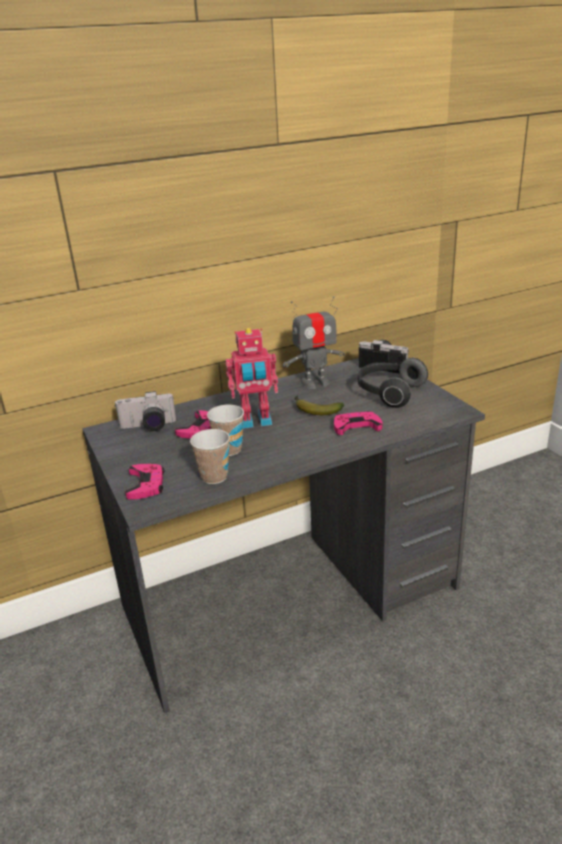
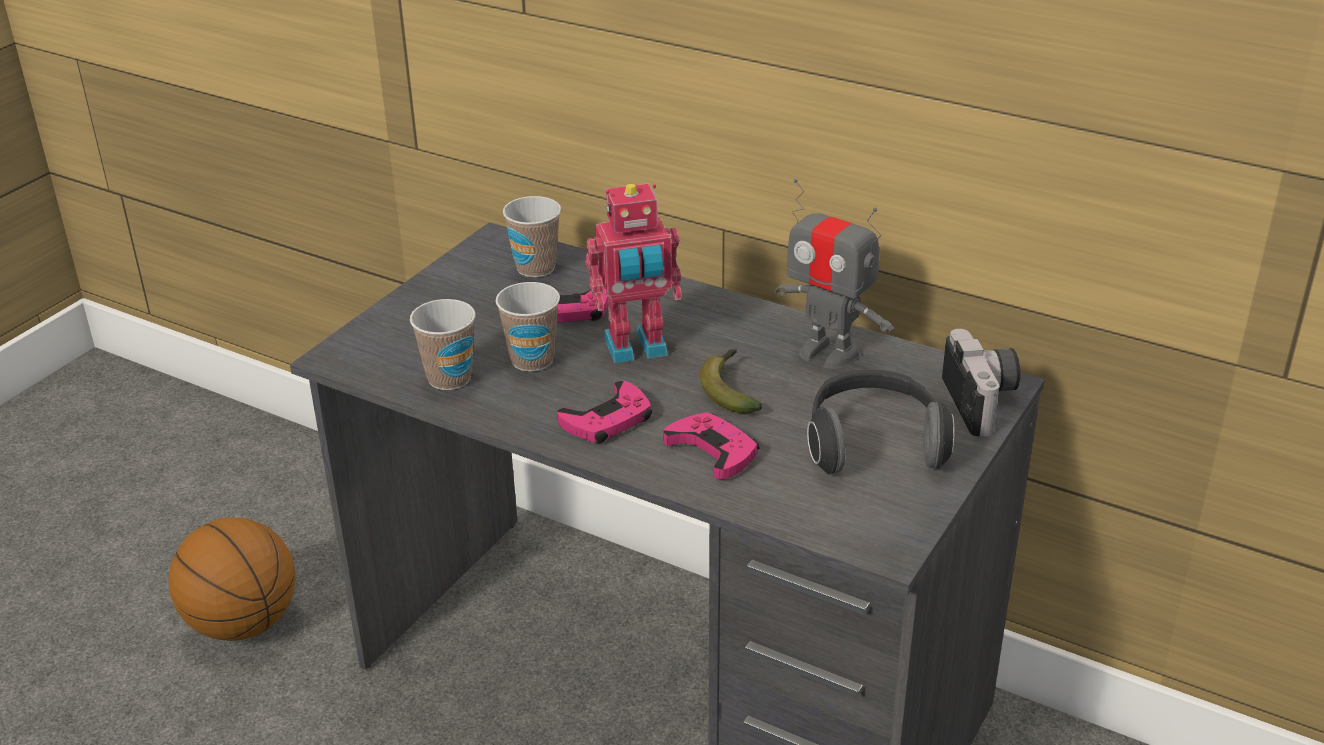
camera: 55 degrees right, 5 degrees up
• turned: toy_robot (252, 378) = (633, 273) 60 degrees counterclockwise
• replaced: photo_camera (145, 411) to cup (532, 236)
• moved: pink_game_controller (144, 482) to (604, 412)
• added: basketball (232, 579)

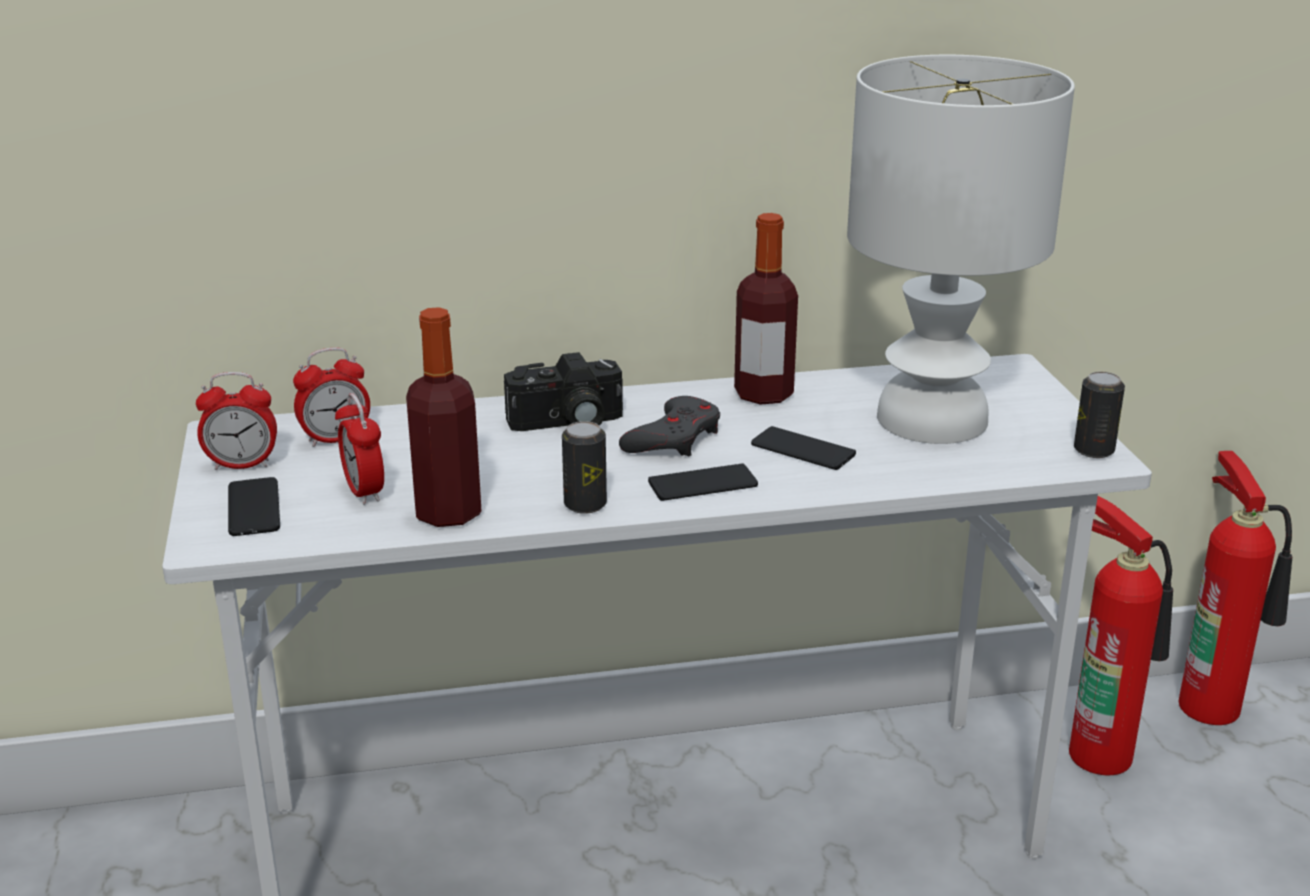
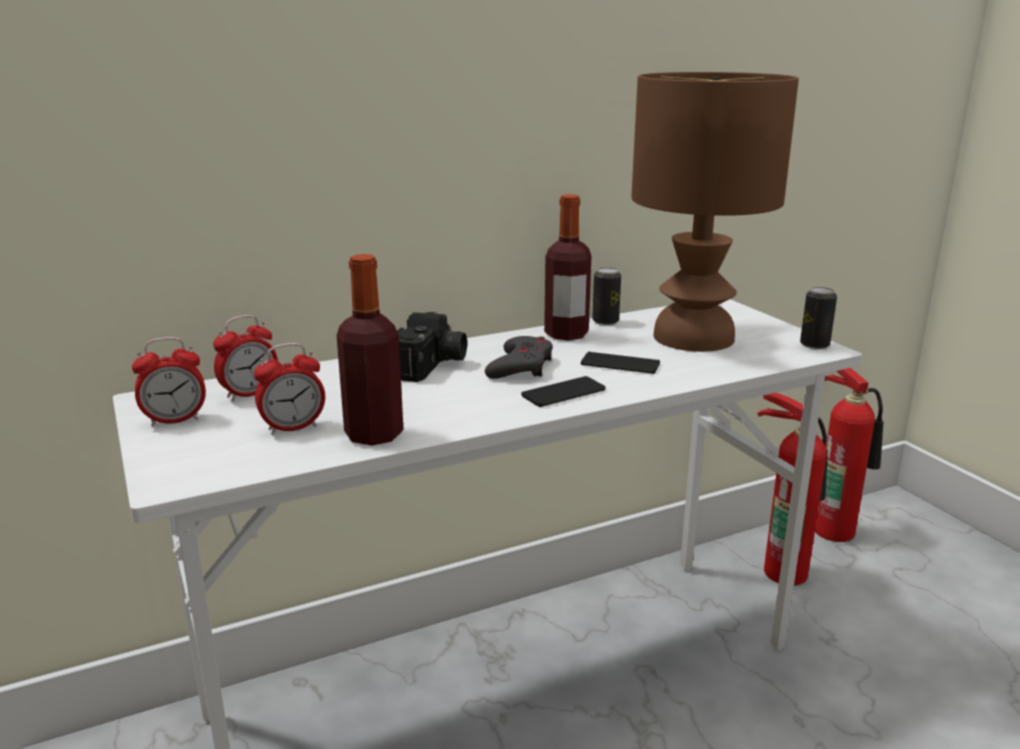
camera: 15 degrees left, 5 degrees down
• recoloured: white_table_lamp (961, 249) to brown_table_lamp (715, 212)
• turned: photo_camera (563, 391) = (432, 347) 45 degrees counterclockwise
• turned: alarm_clock (359, 449) = (289, 389) 75 degrees counterclockwise
• moved: can (584, 467) to (606, 296)
• removed: phone (254, 506)

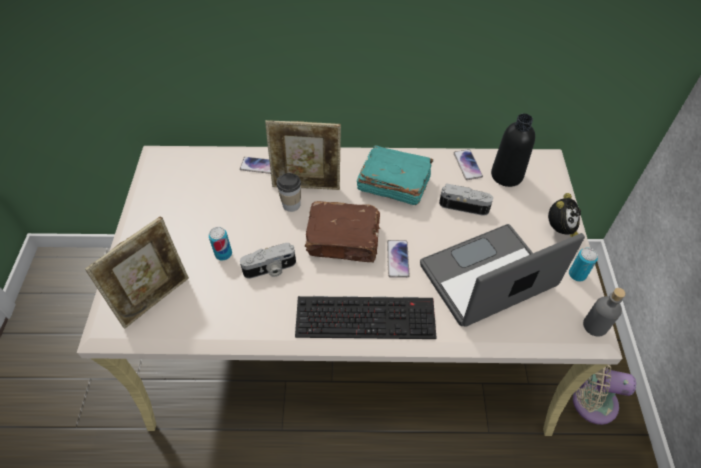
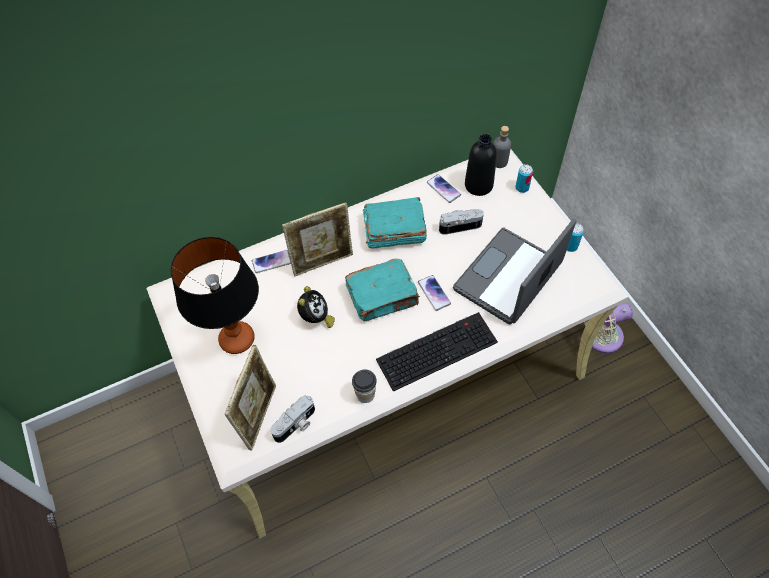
camera: 25 degrees left, 5 degrees up
• moved: cup (289, 192) to (364, 386)
• moved: alarm_clock (564, 215) to (316, 307)
• recoloured: brown_book (343, 232) to turquoise_book (382, 290)
• moved: can (220, 243) to (524, 178)
• moved: photo_camera (268, 261) to (292, 419)
• moved: grey_bottle (604, 312) to (502, 147)
• added: table_lamp (214, 295)

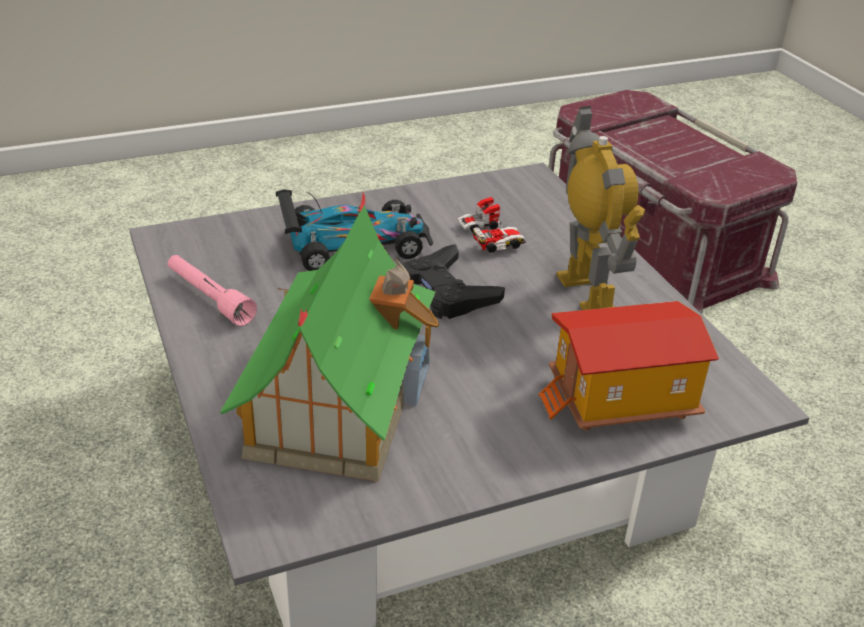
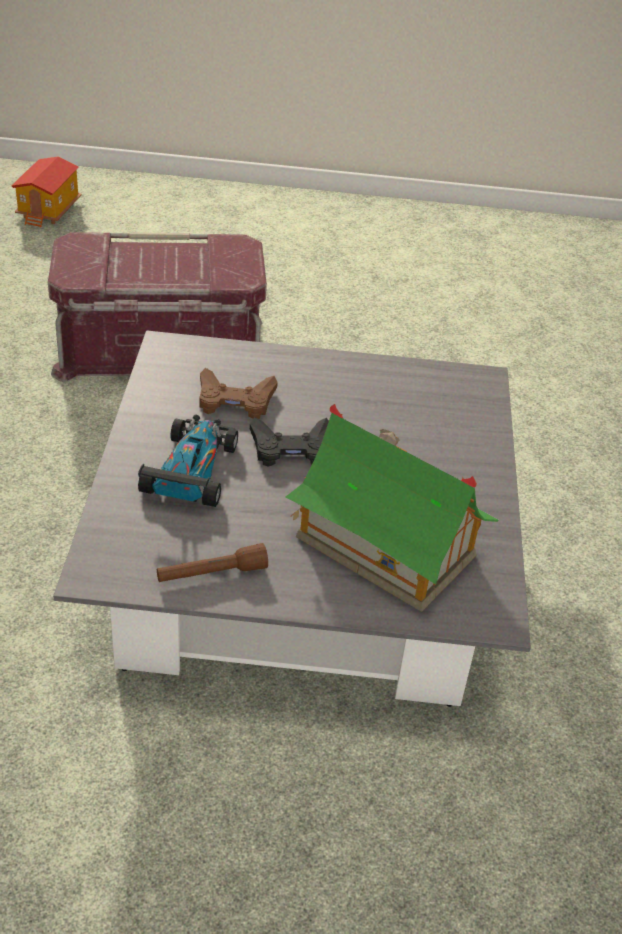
camera: 65 degrees left, 5 degrees up
• removed: toy_robot (600, 208)
• replaced: toy_car (491, 225) to brown_game_controller (238, 393)
• recoloured: pink_flashlight (212, 290) to brown_flashlight (212, 562)
• moved: toy_house (628, 366) to (46, 192)

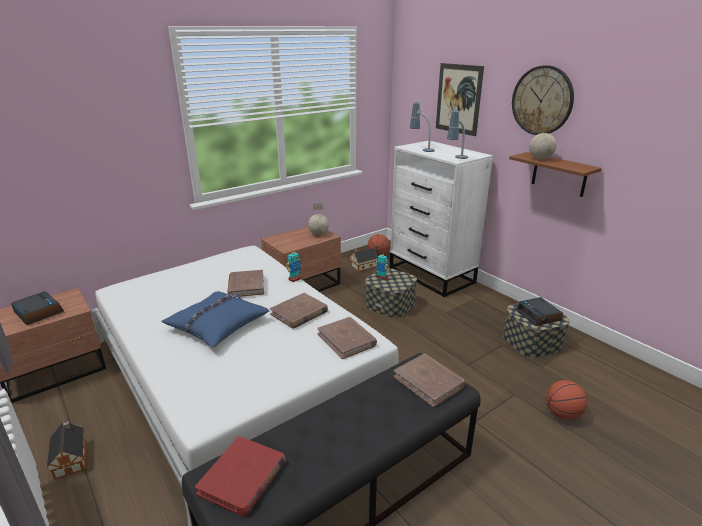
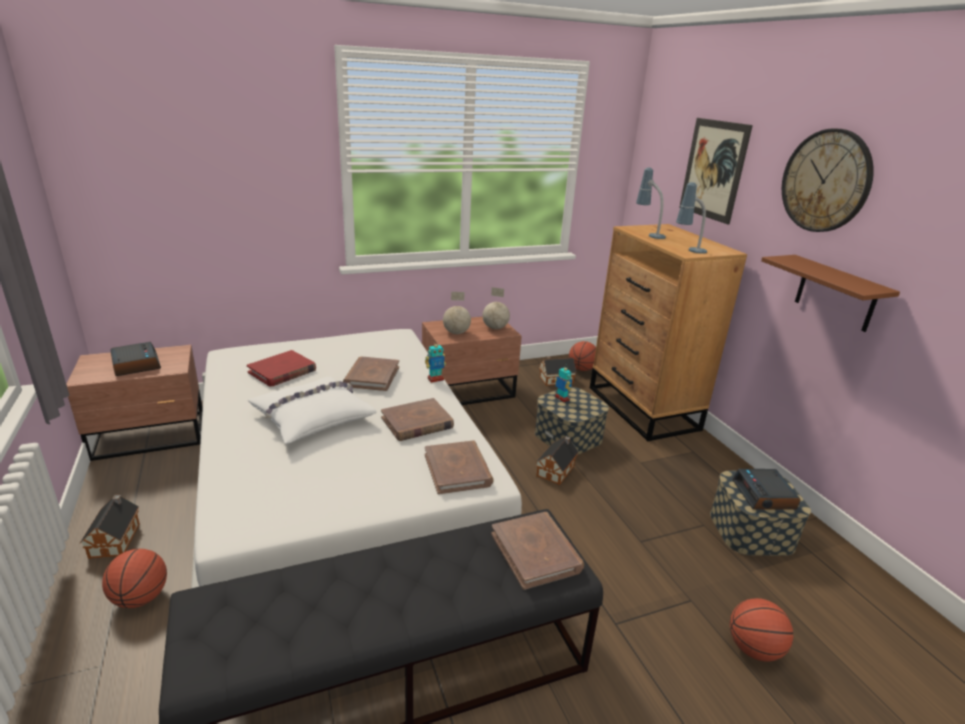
camera: 15 degrees right, 0 degrees up
• moved: globe (543, 138) to (457, 313)
• recoloured: white_dresser (441, 219) to brown_dresser (668, 332)
• recoloured: blue_pillow (215, 319) to white_pillow (312, 410)
• moved: red_book (240, 476) to (281, 368)
• added: toy_house (557, 460)
• added: basketball (134, 578)

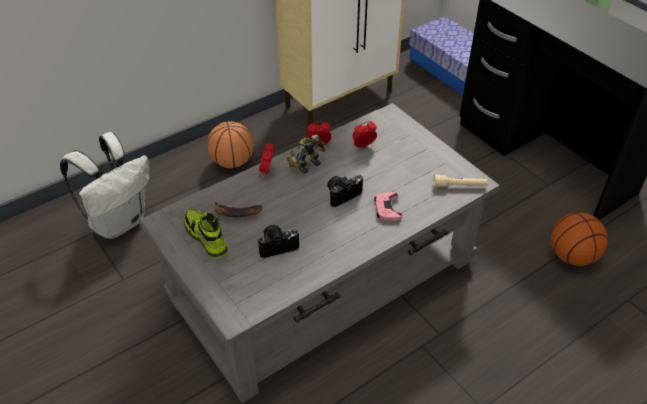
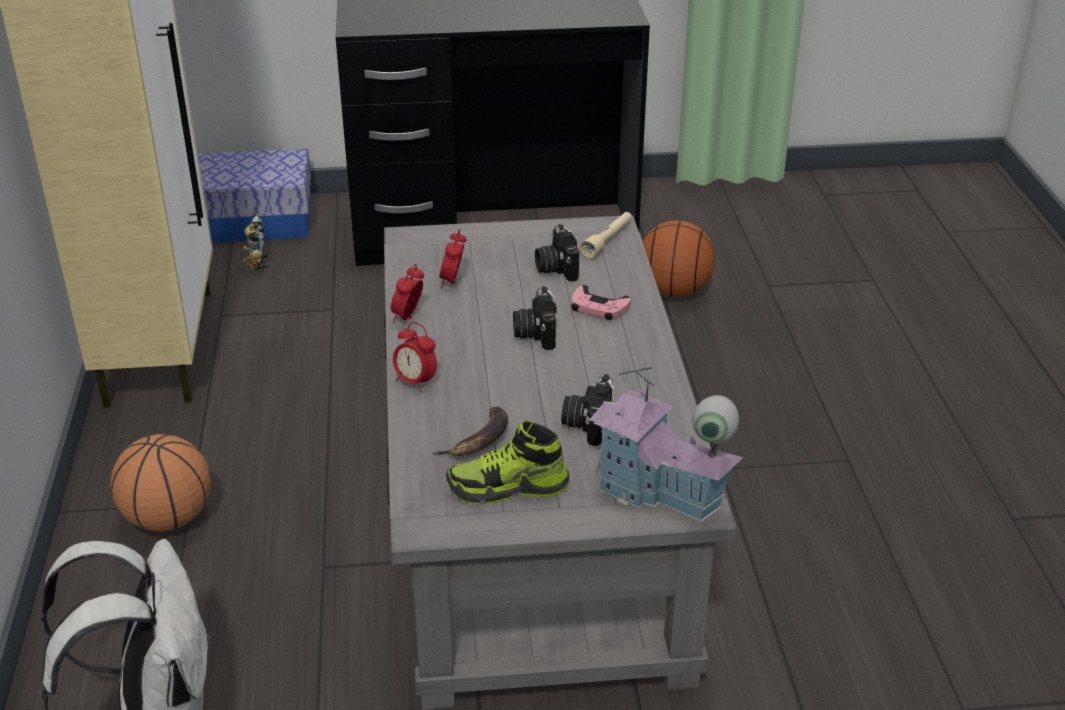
camera: 60 degrees left, 10 degrees down
• moved: toy_robot (306, 154) to (255, 242)
• added: photo_camera (557, 253)
• added: toy_house (666, 443)

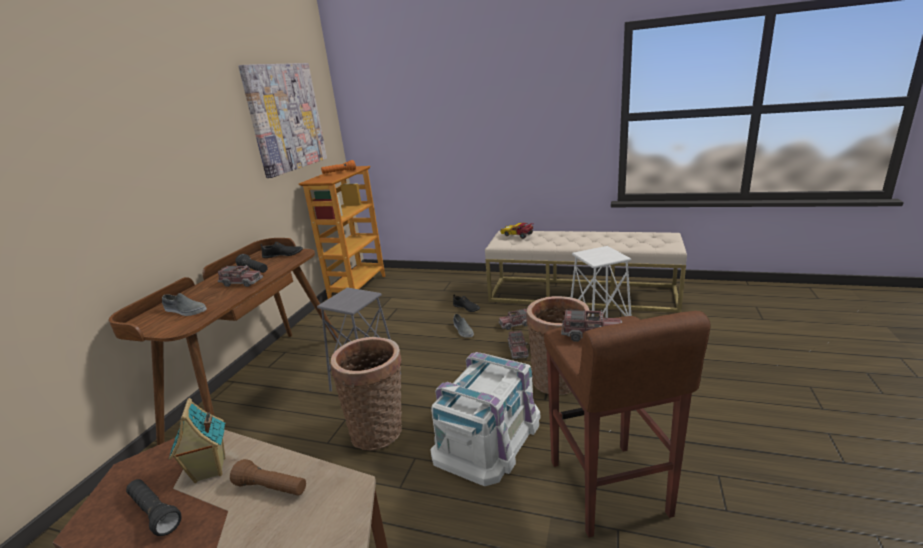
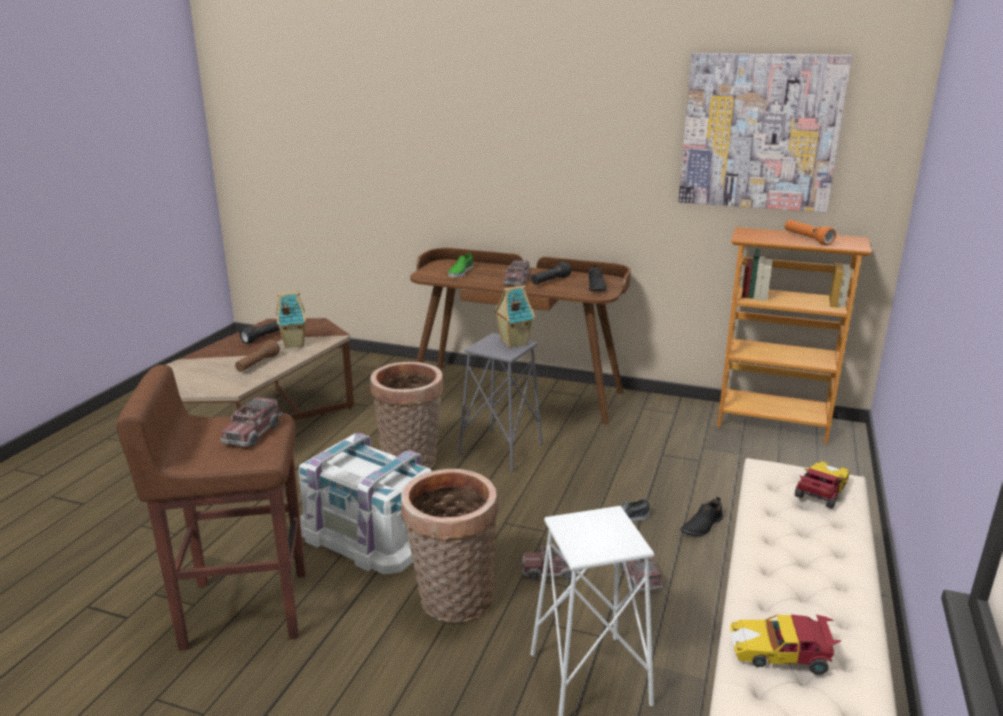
camera: 90 degrees right, 0 degrees up
• recoloured: grey_shoe (184, 304) to green_shoe (460, 265)
• added: toy_house (514, 316)
• added: toy_car (786, 645)

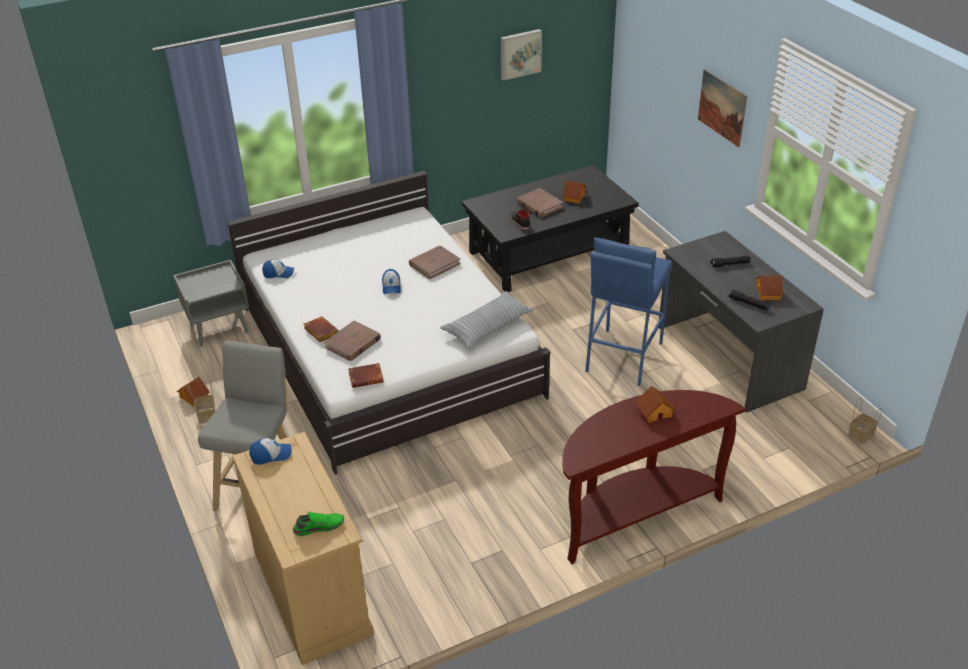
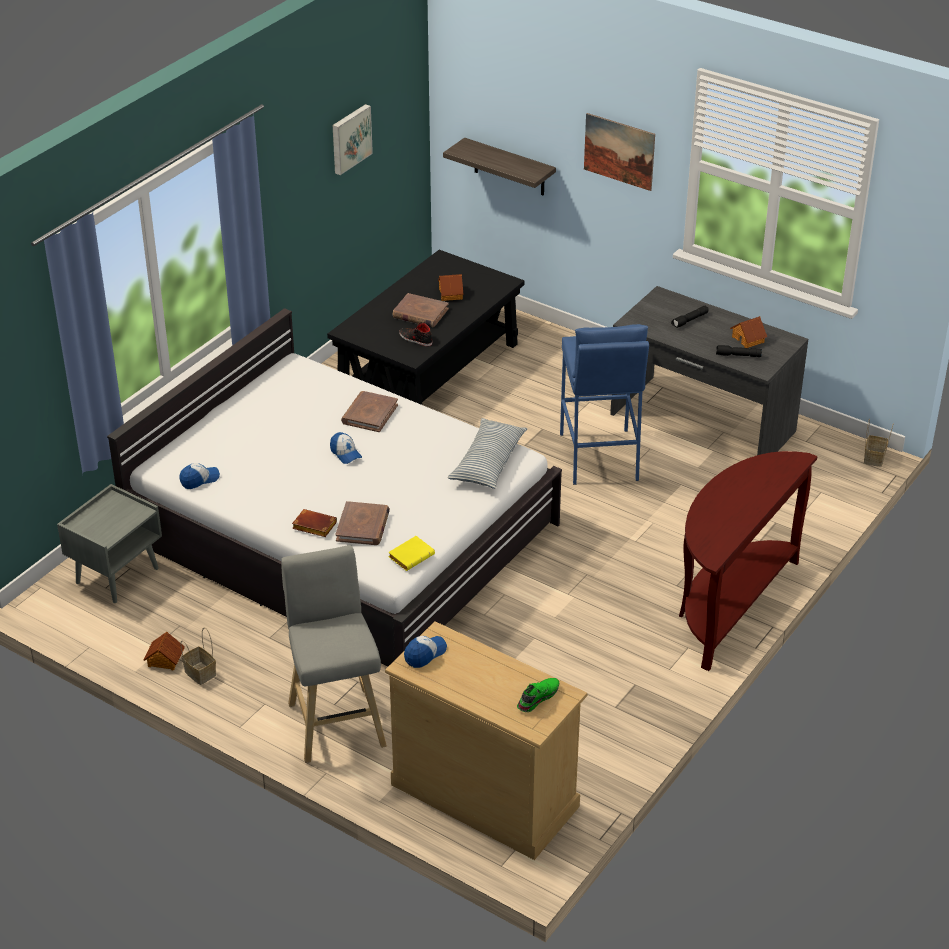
camera: 30 degrees left, 0 degrees up
• recoloured: brown_book (366, 375) to yellow_book (411, 553)
• removed: toy_house (656, 404)
• added: shelf (499, 166)

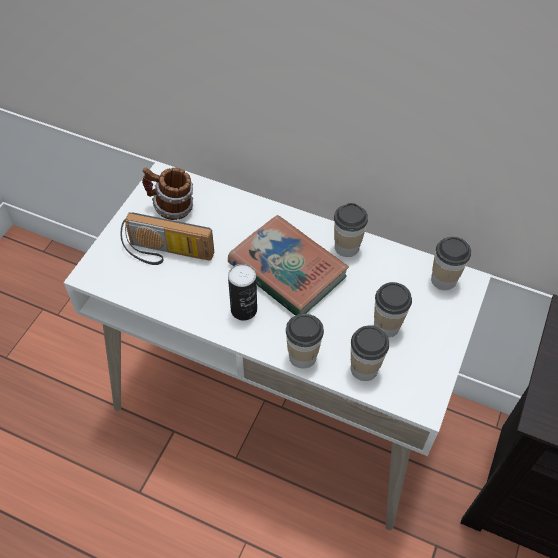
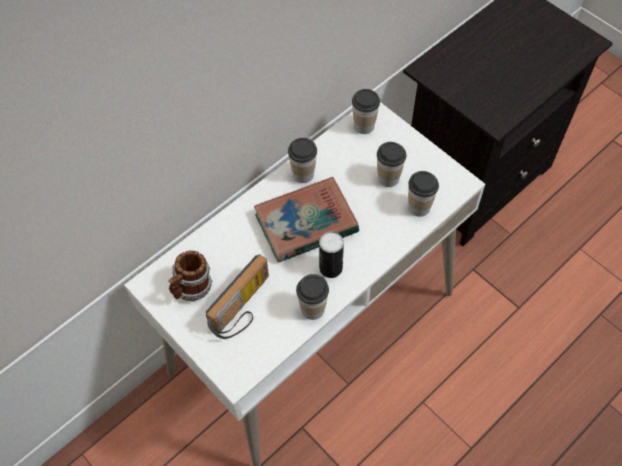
camera: 65 degrees left, 5 degrees up
• moved: cup (305, 341) to (312, 297)

